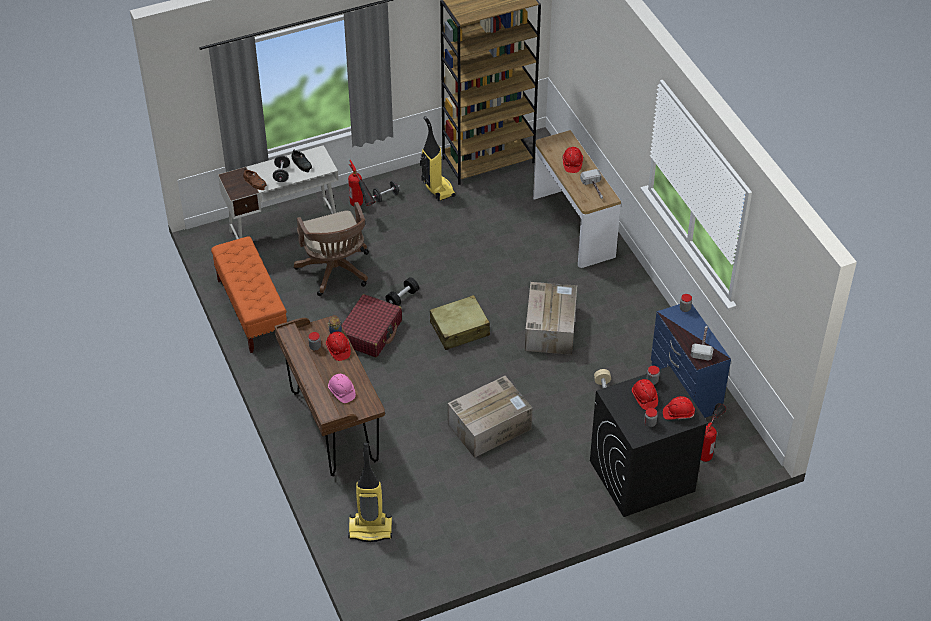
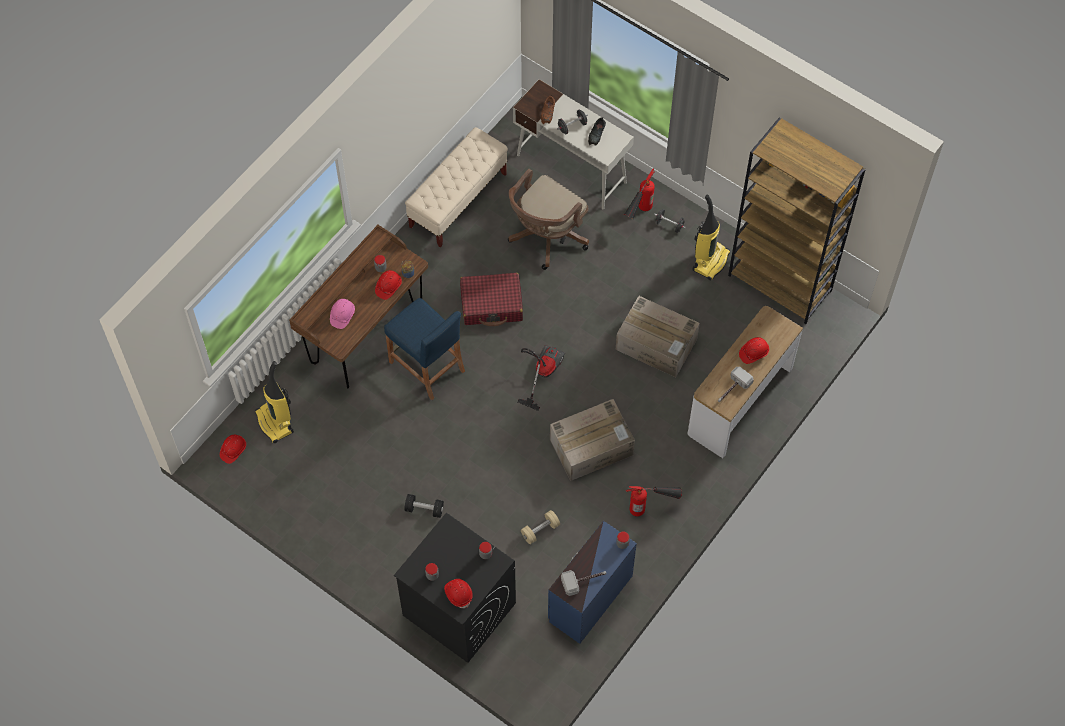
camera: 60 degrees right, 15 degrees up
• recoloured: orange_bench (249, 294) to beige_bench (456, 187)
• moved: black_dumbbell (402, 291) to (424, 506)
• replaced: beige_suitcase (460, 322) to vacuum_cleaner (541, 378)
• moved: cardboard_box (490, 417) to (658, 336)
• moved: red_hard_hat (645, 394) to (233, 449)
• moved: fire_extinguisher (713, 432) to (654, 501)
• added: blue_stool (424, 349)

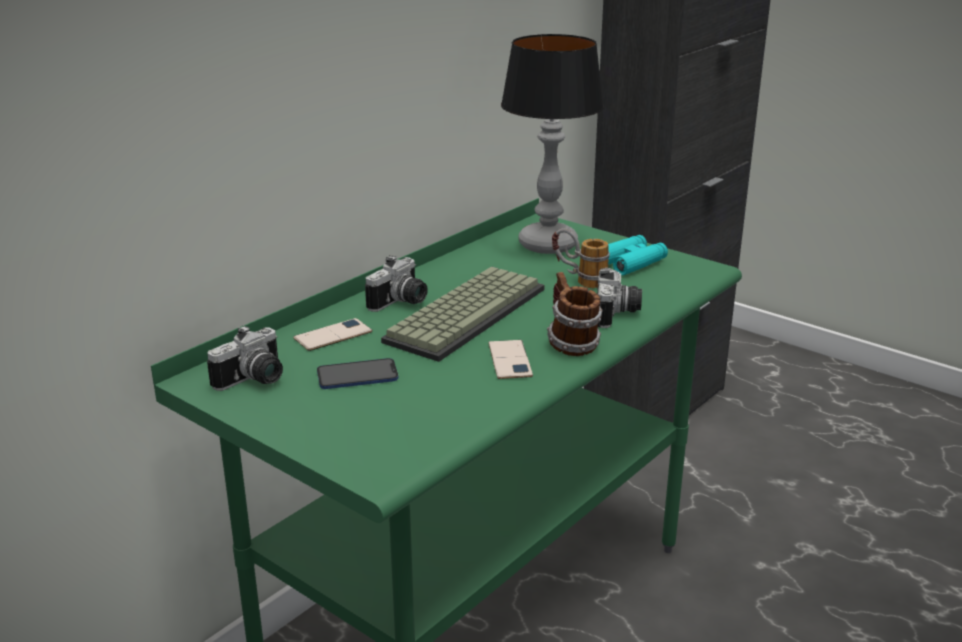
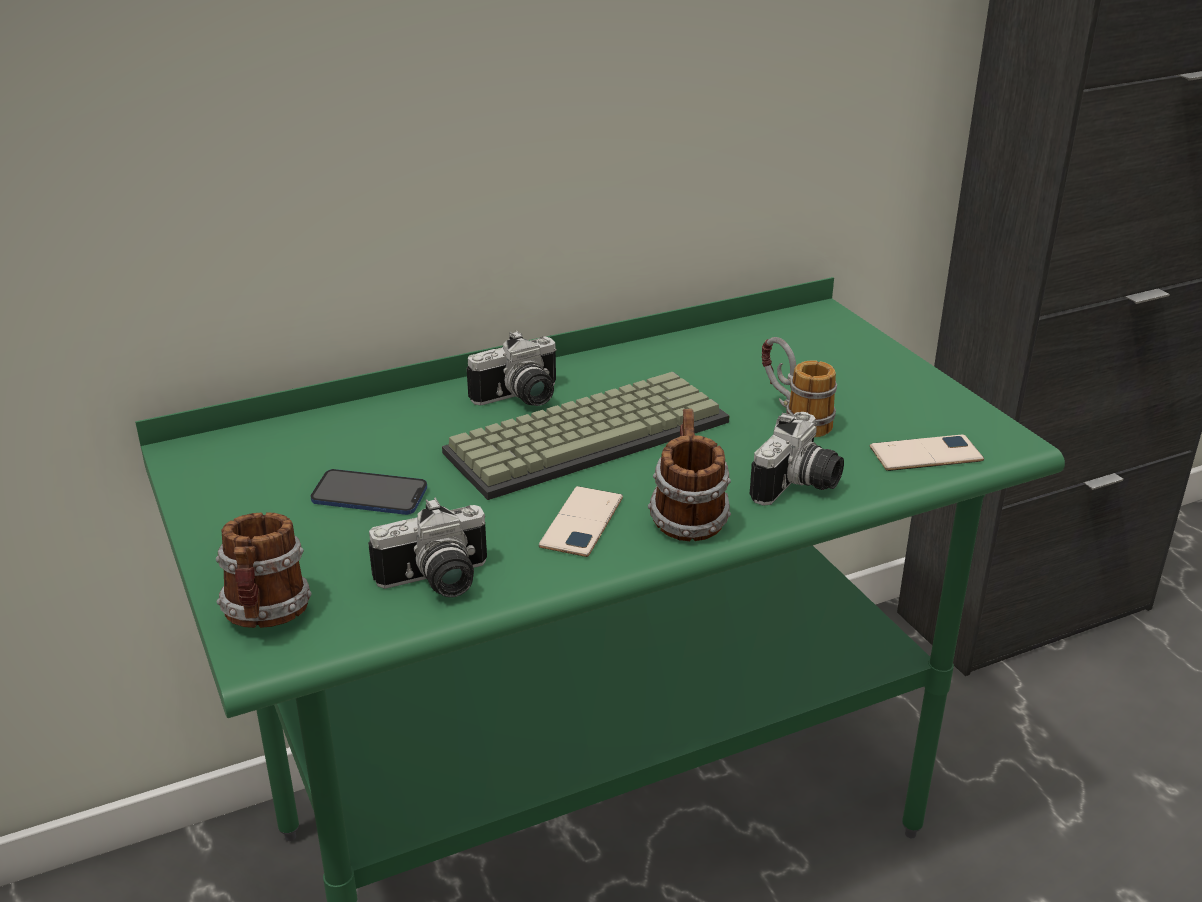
camera: 25 degrees right, 5 degrees up
• removed: table_lamp (552, 144)
• removed: turquoise_binoculars (638, 255)
• moved: phone (332, 334) to (927, 453)
• moved: photo_camera (245, 358) to (427, 547)
• added: mug (264, 570)

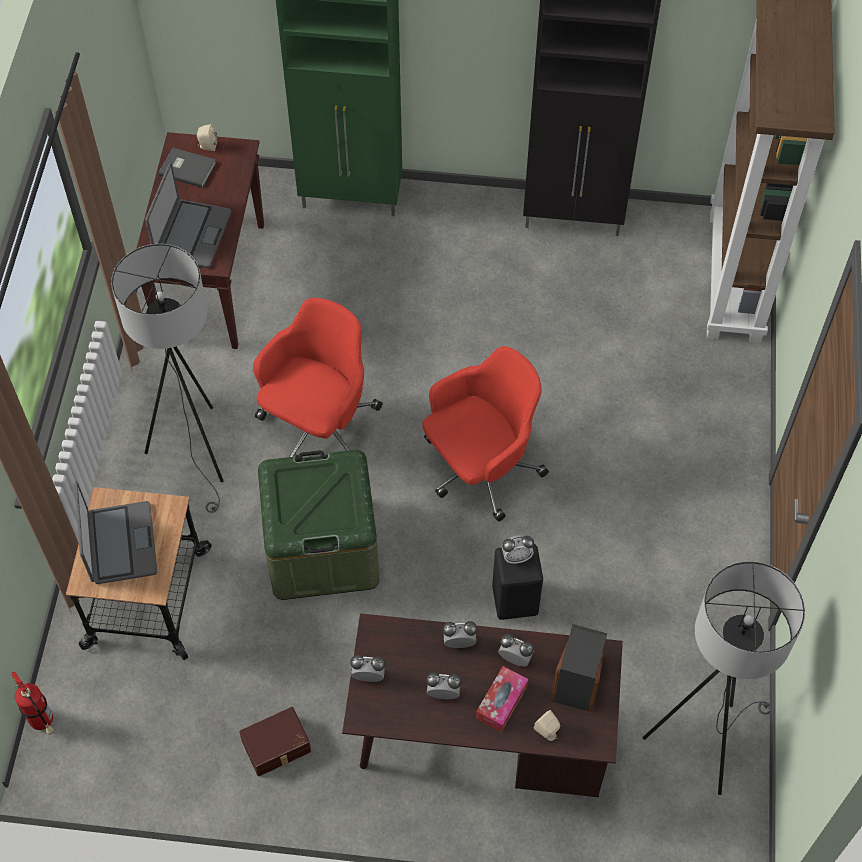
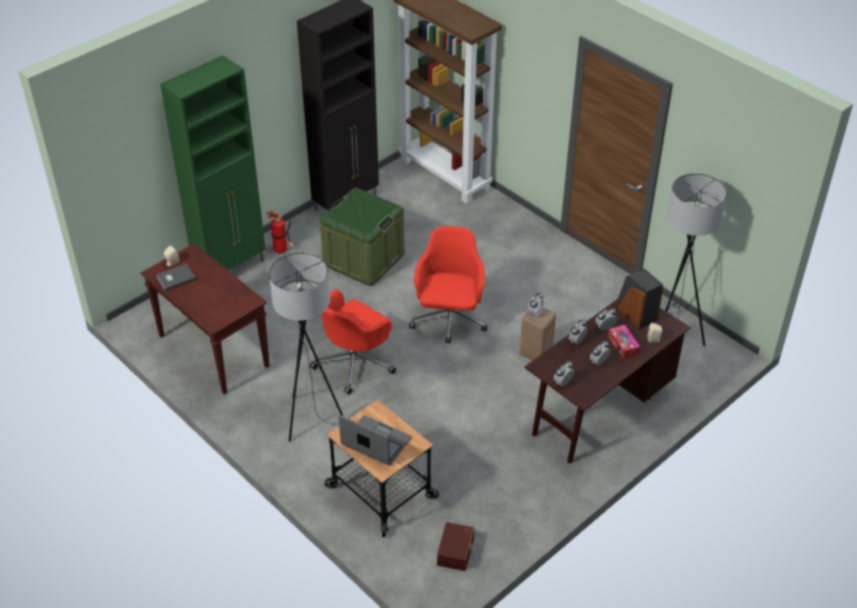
camera: 50 degrees left, 15 degrees down
• removed: laptop (188, 215)
• turned: red_office_chair (317, 378) = (353, 341) 120 degrees counterclockwise
• moved: green_storage_box (318, 525) to (362, 237)
• recoloured: black_stool (517, 582) to beige_stool (537, 333)
• moved: fire_extinguisher (32, 703) to (280, 232)
• moved: brown_storage_box (275, 741) to (455, 546)

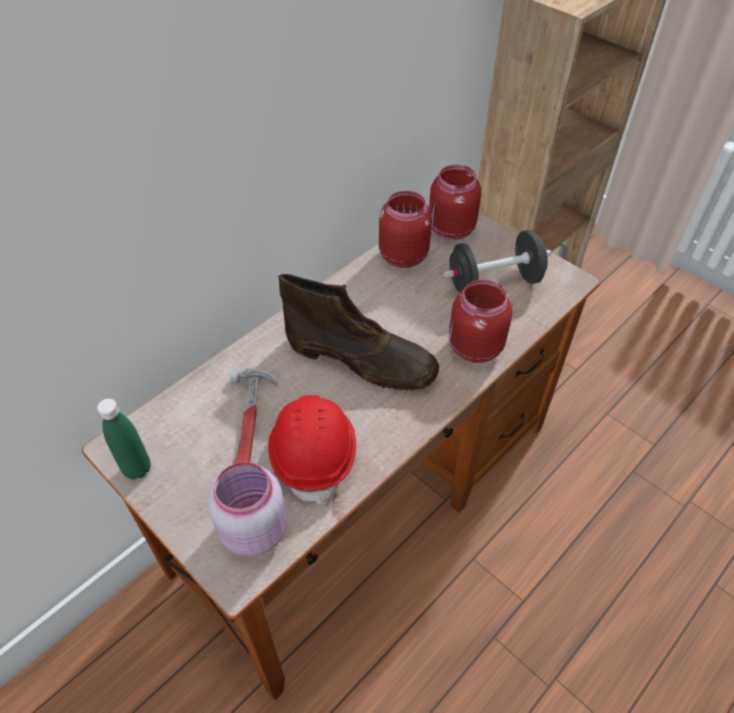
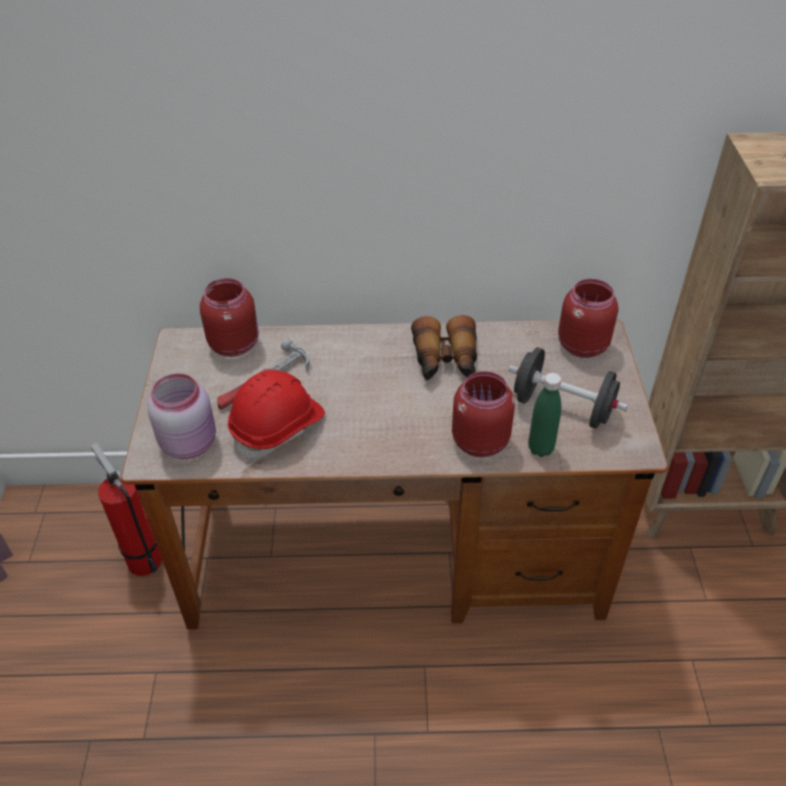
camera: 45 degrees right, 5 degrees down
• moved: red_jar (405, 229) to (229, 317)
• removed: brown_boot (358, 332)
• moved: green_bottle (124, 439) to (544, 415)
• added: binoculars (444, 347)
• added: fire_extinguisher (126, 509)

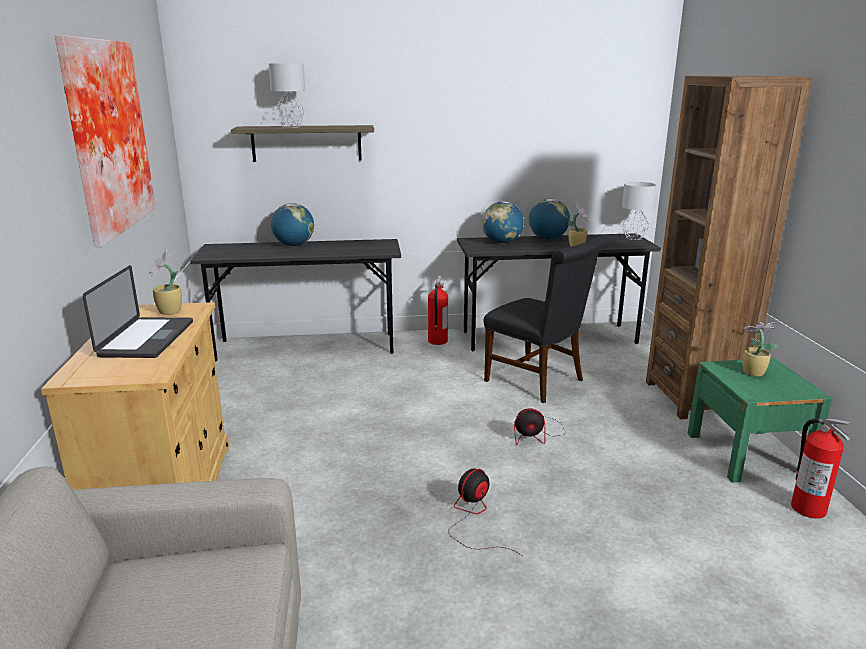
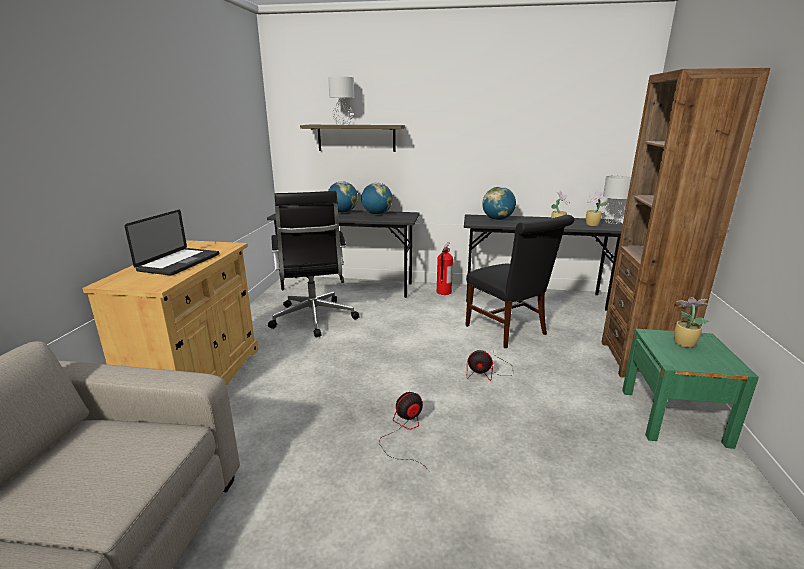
camera: 15 degrees right, 0 degrees up
• removed: picture (105, 141)
• moved: globe (549, 219) to (377, 198)
• moved: potted_plant (165, 282) to (596, 208)
• removed: fire_extinguisher (821, 468)
• added: black_office_chair (313, 264)

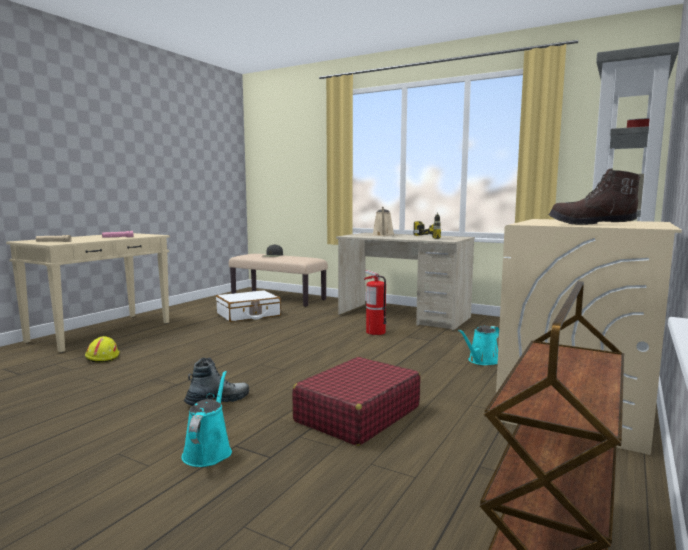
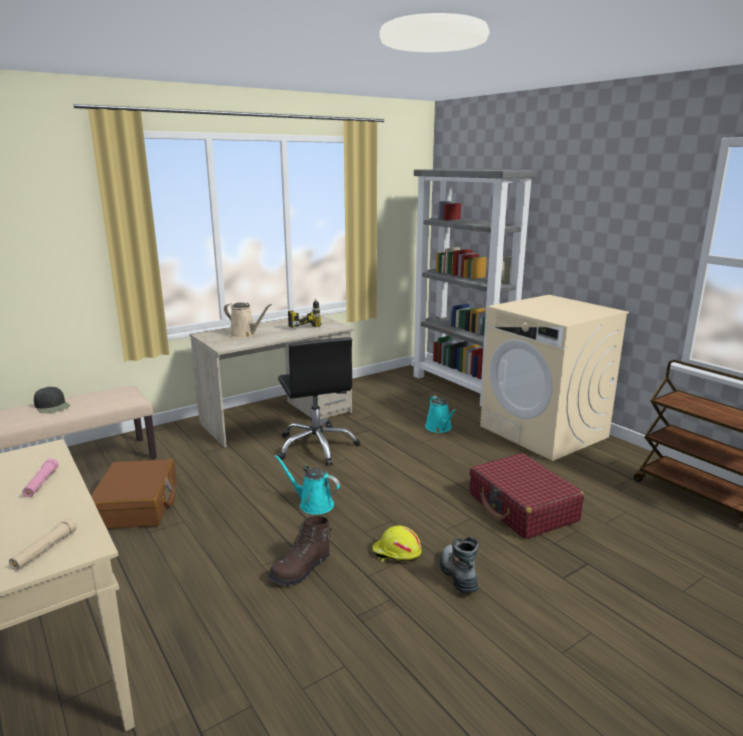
camera: 65 degrees left, 10 degrees up
• moved: brown_boot (594, 196) to (300, 551)
• replaced: fire_extinguisher (375, 302) to black_office_chair (319, 401)
• recoloured: white_suitcase (248, 306) to brown_suitcase (134, 494)
• moved: yellow_hard_hat (102, 349) to (397, 544)
• moved: turquoise_watering_can (206, 419) to (307, 485)

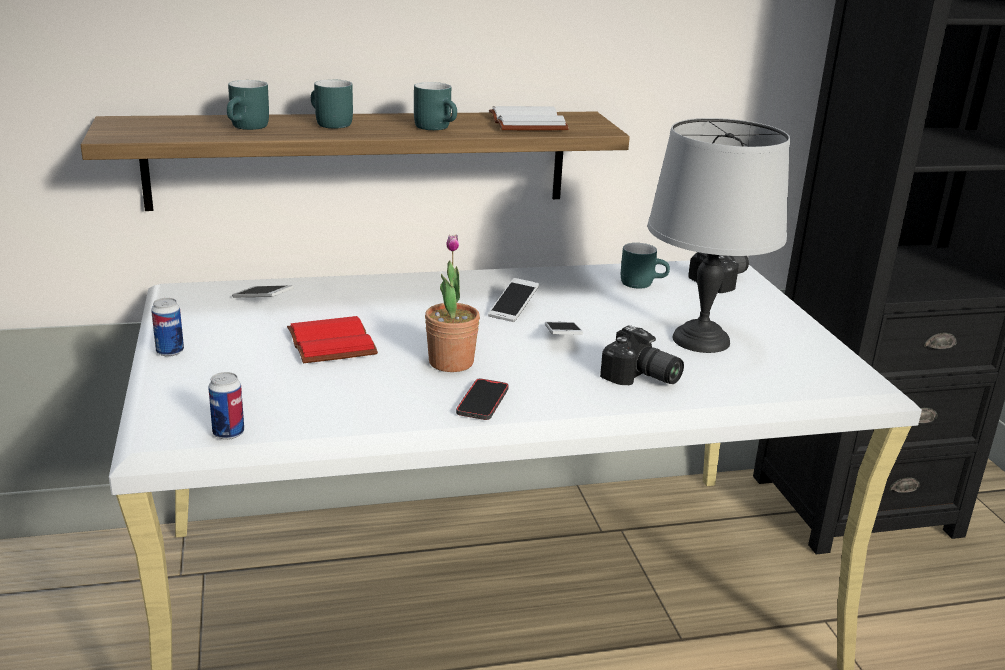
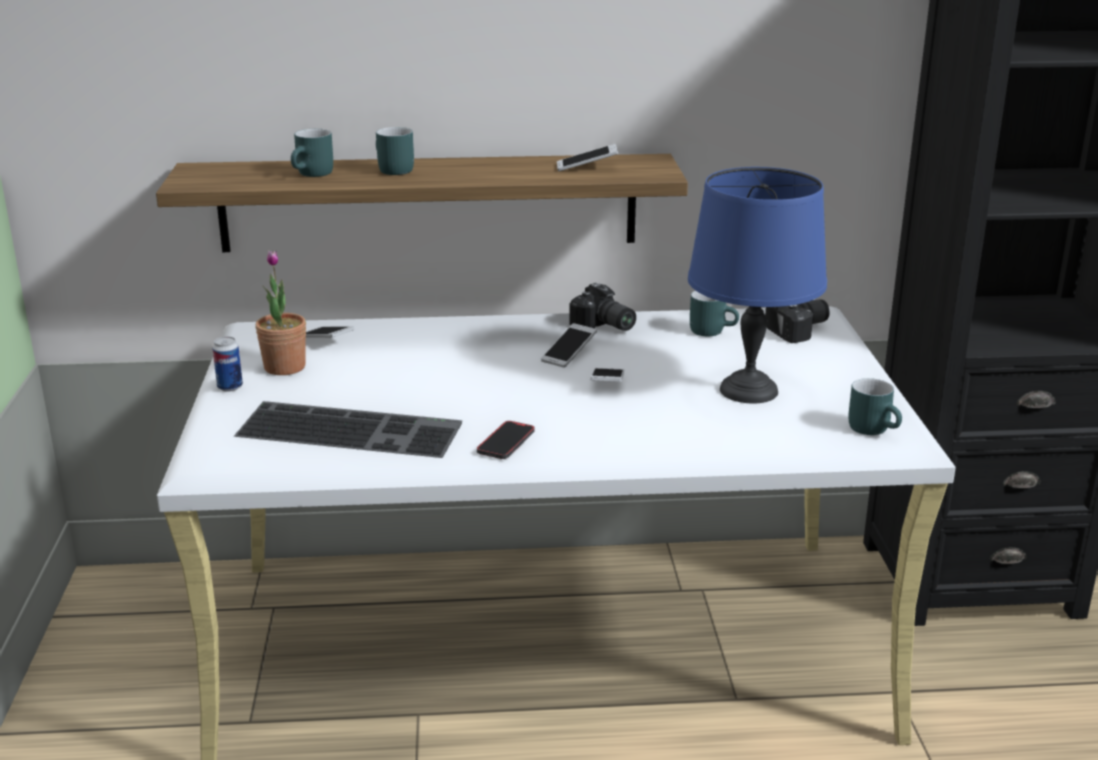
camera: 10 degrees right, 0 degrees up
• moved: turquoise_mug (435, 106) to (875, 406)
• replaced: white_book (529, 118) to phone (587, 157)
• recoloured: grey_table_lamp (719, 235) to blue_table_lamp (757, 285)
• moved: potted_plant (452, 303) to (280, 312)
• removed: red_book (332, 339)
• moved: photo_camera (642, 355) to (602, 307)
• removed: can (226, 406)
• added: keyboard (348, 429)

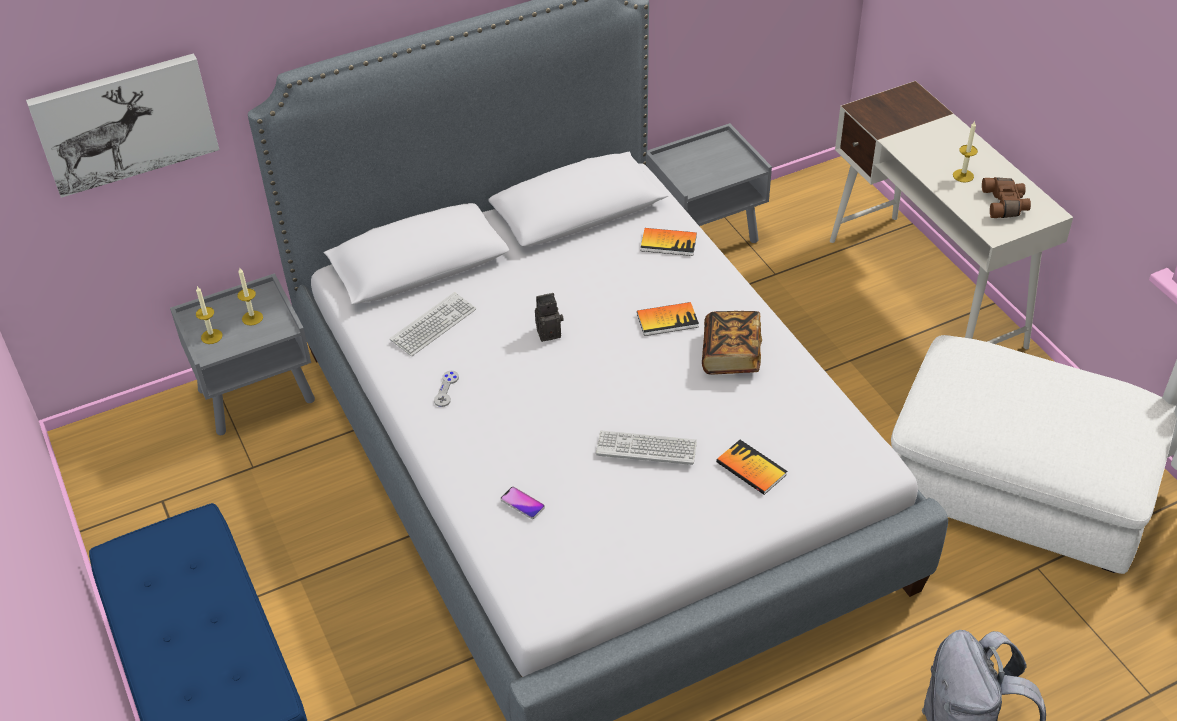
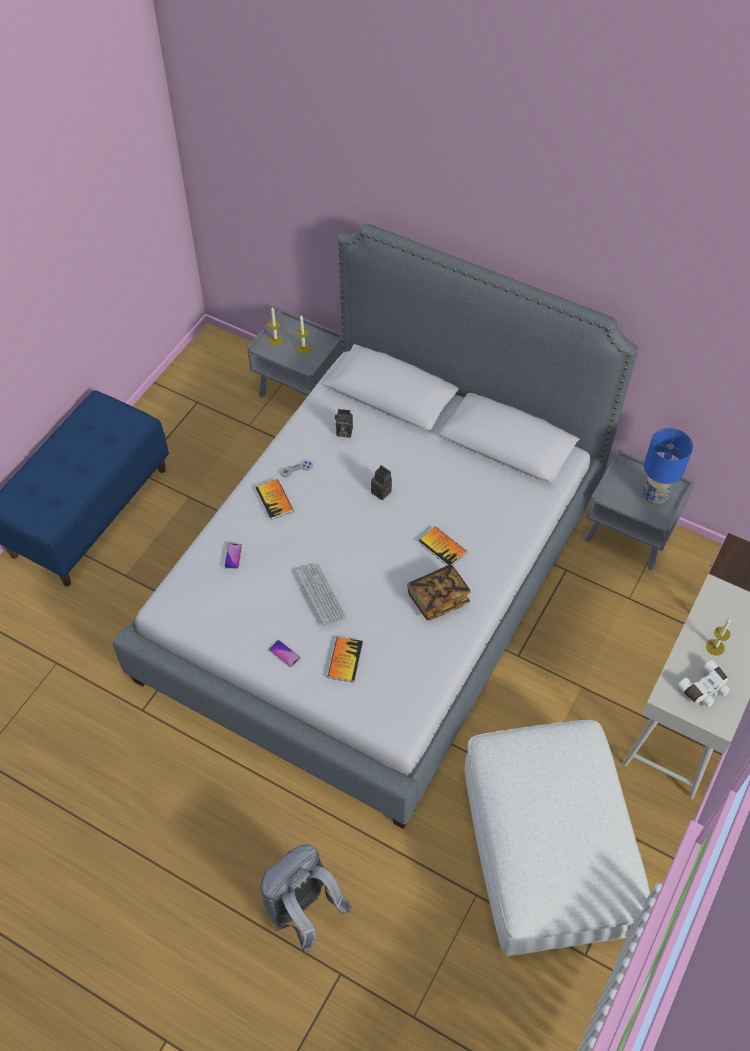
camera: 55 degrees right, 10 degrees up
• removed: picture (122, 125)
• recoloured: brown_binoculars (1006, 197) to white_binoculars (704, 684)
• moved: book (669, 242) to (274, 499)
• replaced: keyboard (433, 324) to photo_camera (344, 423)
• added: blue_table_lamp (668, 466)
• added: phone (284, 653)

